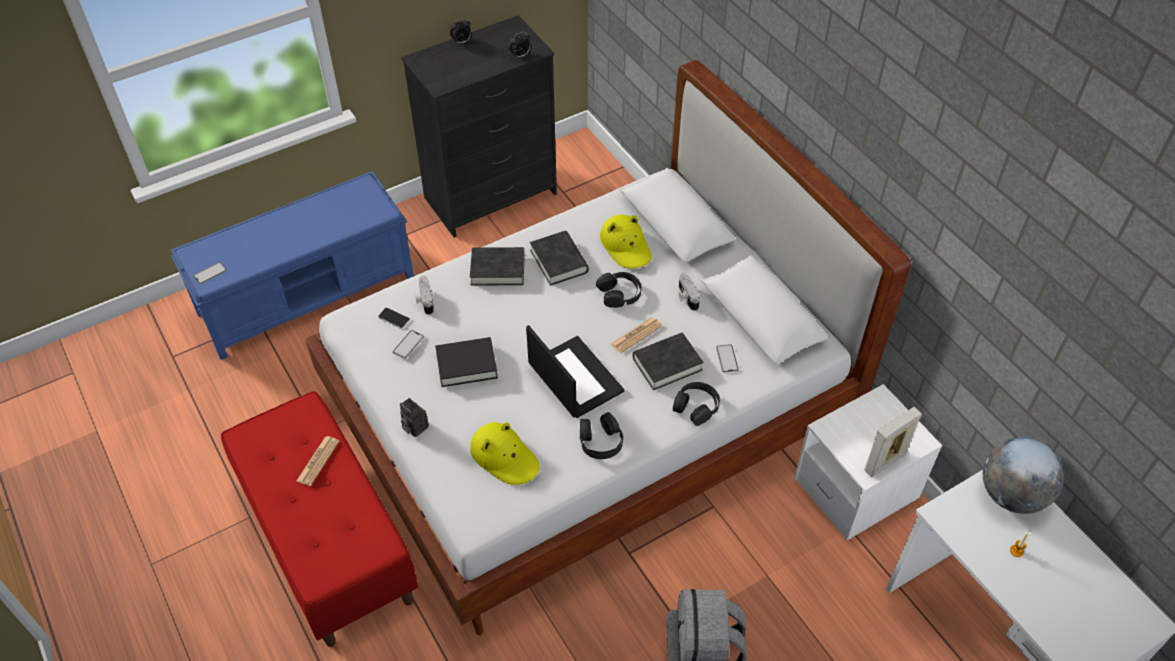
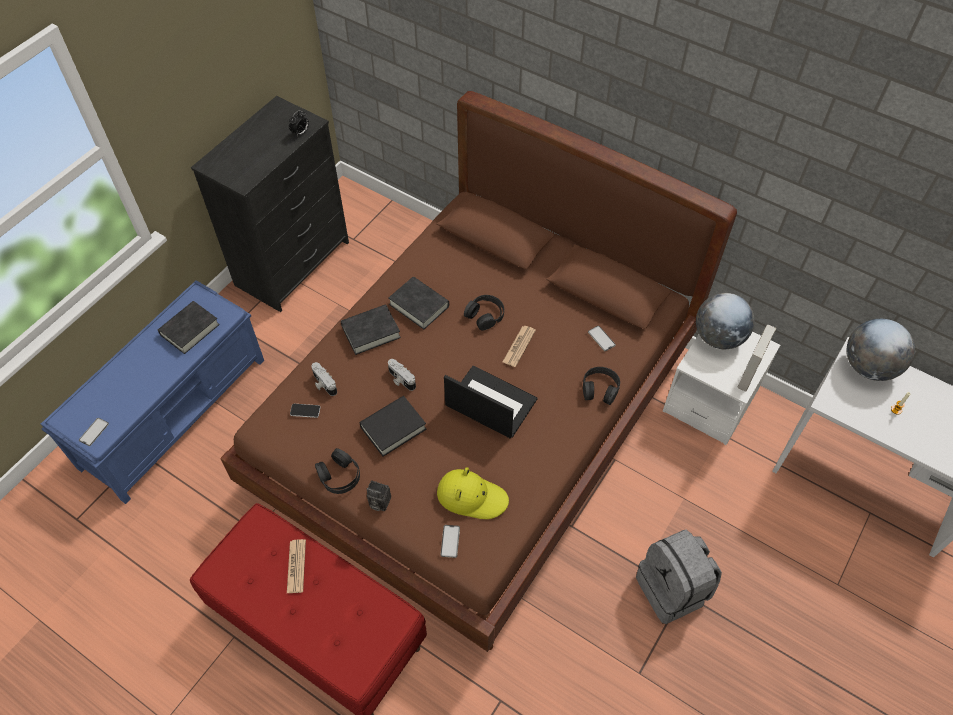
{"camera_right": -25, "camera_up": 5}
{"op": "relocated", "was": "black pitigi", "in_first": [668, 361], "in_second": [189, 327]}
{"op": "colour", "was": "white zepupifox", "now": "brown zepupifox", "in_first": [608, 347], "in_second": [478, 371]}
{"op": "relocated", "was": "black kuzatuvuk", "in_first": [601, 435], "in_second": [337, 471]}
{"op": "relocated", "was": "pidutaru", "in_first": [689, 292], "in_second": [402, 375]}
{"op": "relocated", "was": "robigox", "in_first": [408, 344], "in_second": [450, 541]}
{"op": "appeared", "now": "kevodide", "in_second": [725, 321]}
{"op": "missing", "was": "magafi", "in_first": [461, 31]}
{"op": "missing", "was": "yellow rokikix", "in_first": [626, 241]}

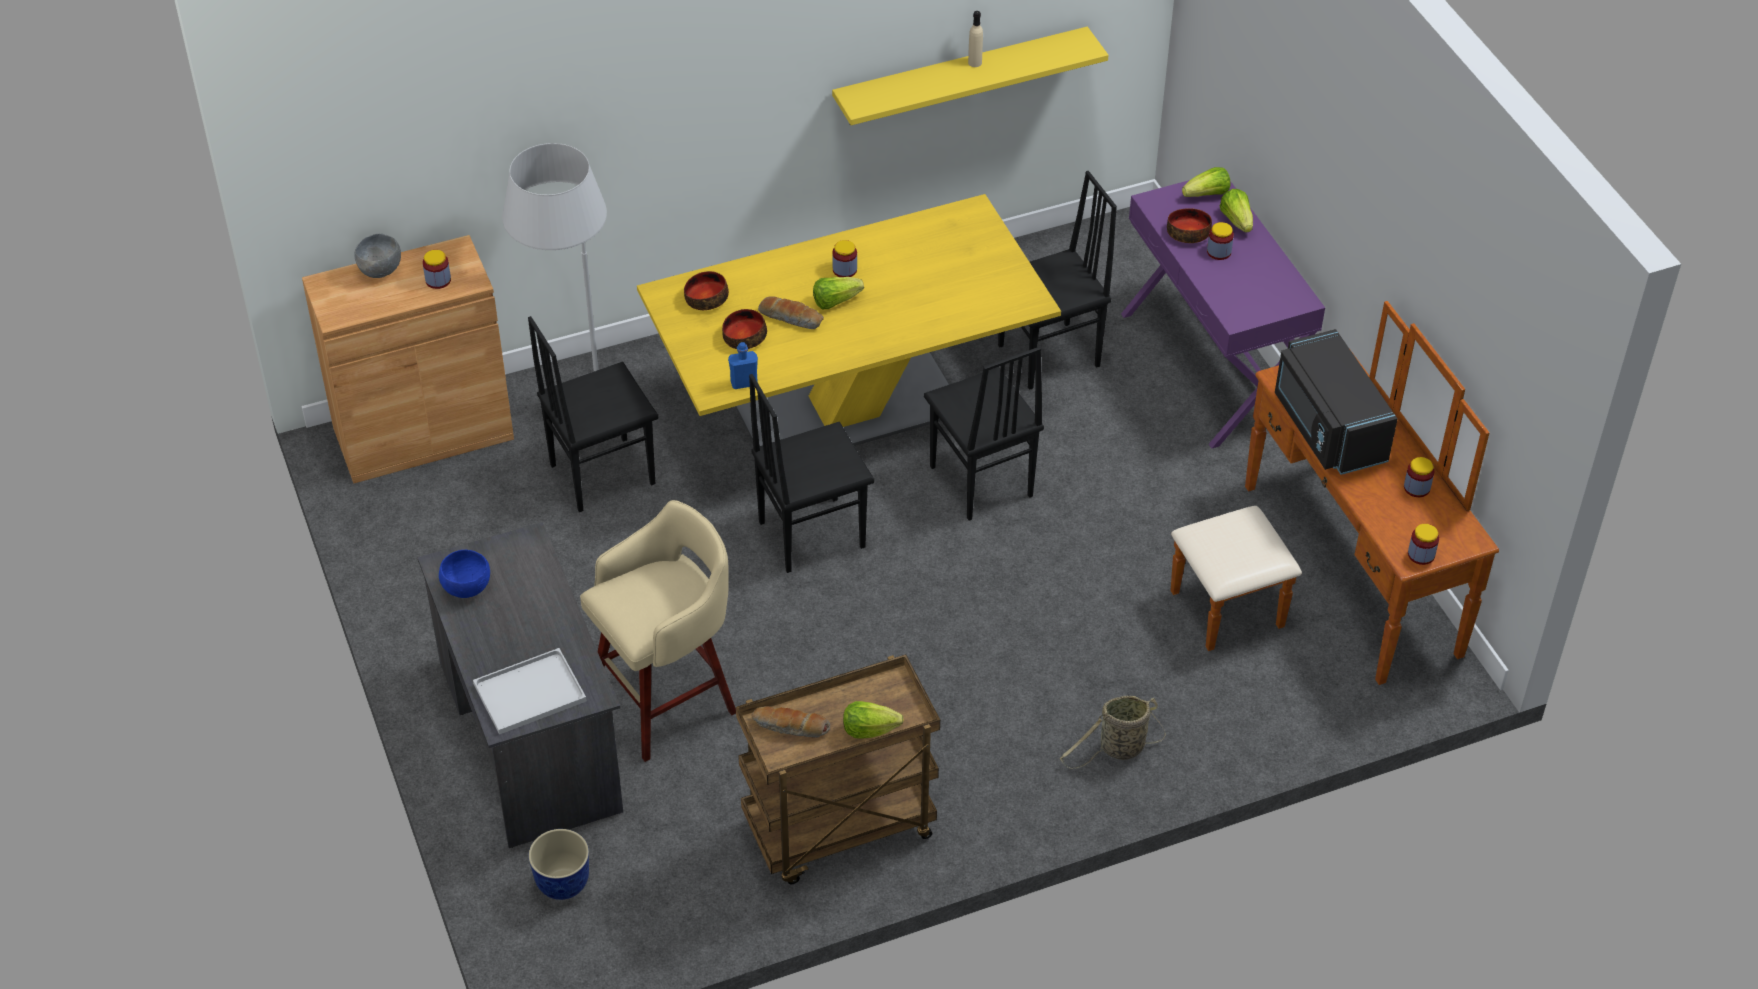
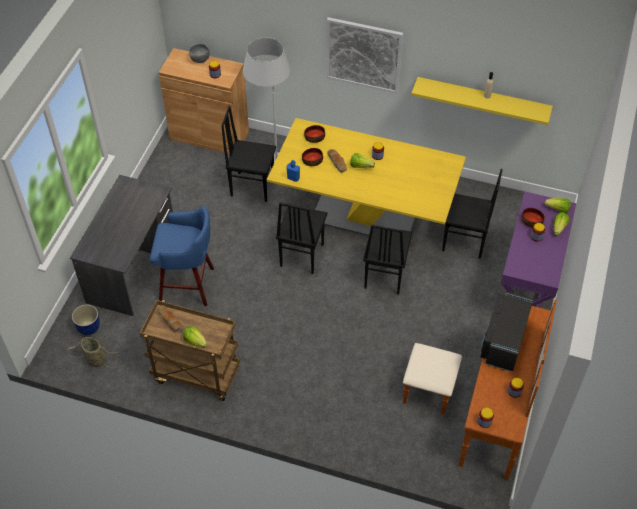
{"camera_right": 40, "camera_up": 5}
{"op": "relocated", "was": "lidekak", "in_first": [1113, 732], "in_second": [92, 352]}
{"op": "colour", "was": "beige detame", "now": "blue detame", "in_first": [658, 631], "in_second": [182, 256]}
{"op": "spun", "was": "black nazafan", "in_first": [811, 473], "in_second": [301, 238], "clockwise": -90}
{"op": "appeared", "now": "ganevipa", "in_second": [364, 55]}
{"op": "missing", "was": "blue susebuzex", "in_first": [464, 574]}
{"op": "missing", "was": "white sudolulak", "in_first": [530, 691]}

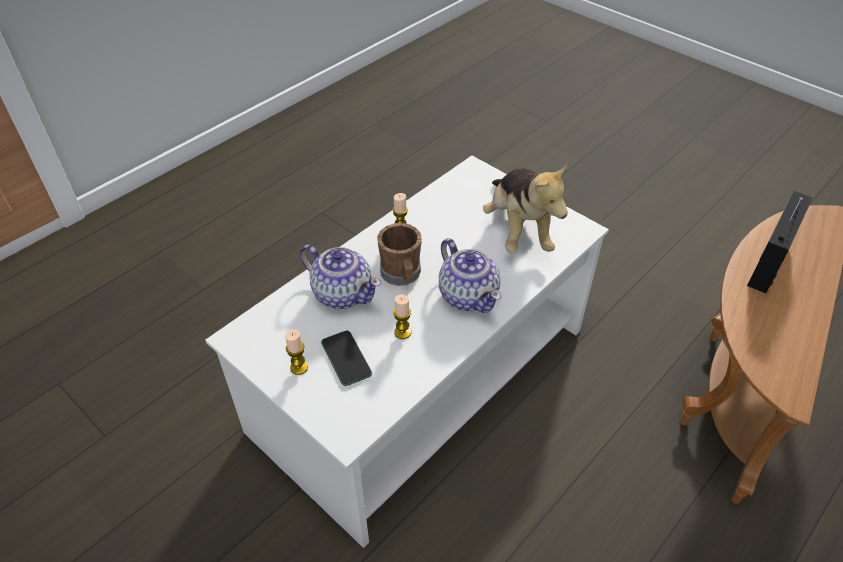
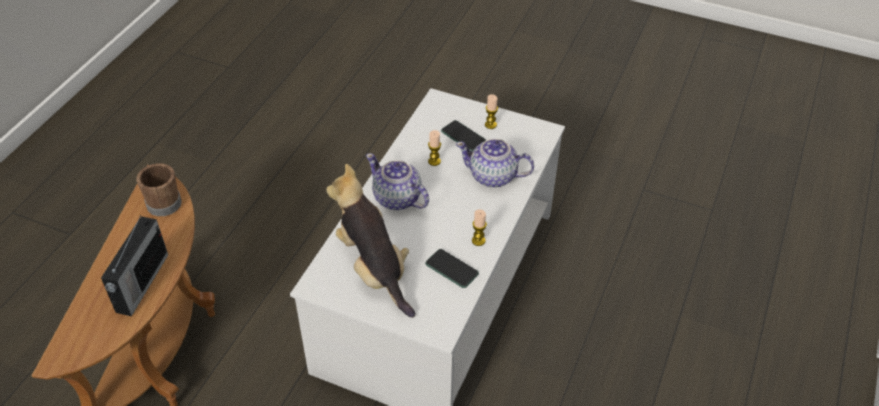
{"camera_right": 160, "camera_up": 0}
{"op": "relocated", "was": "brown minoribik", "in_first": [399, 254], "in_second": [159, 189]}
{"op": "appeared", "now": "robigox", "in_second": [452, 268]}

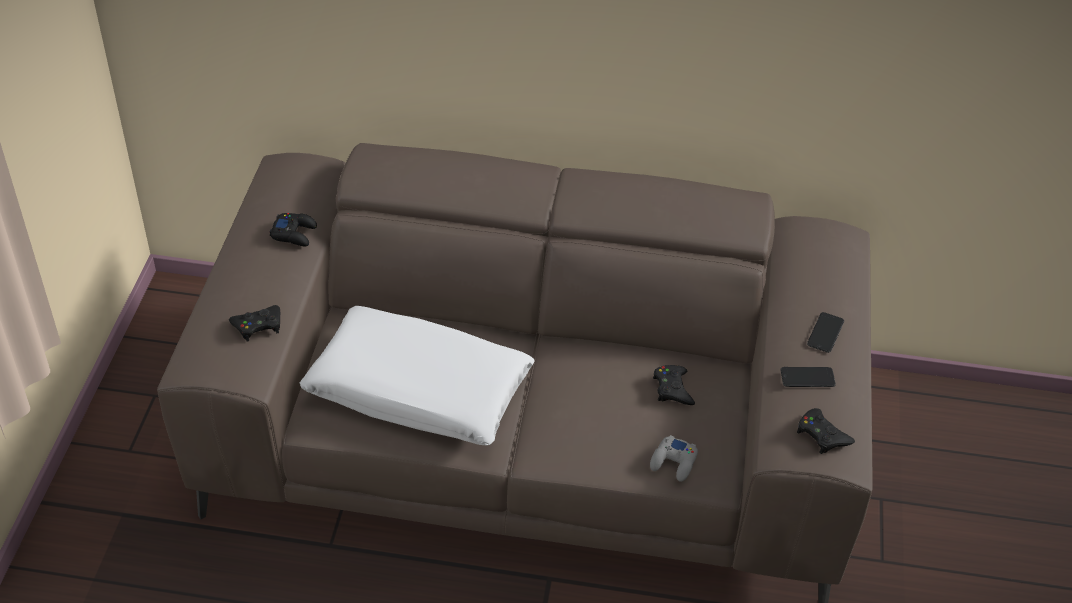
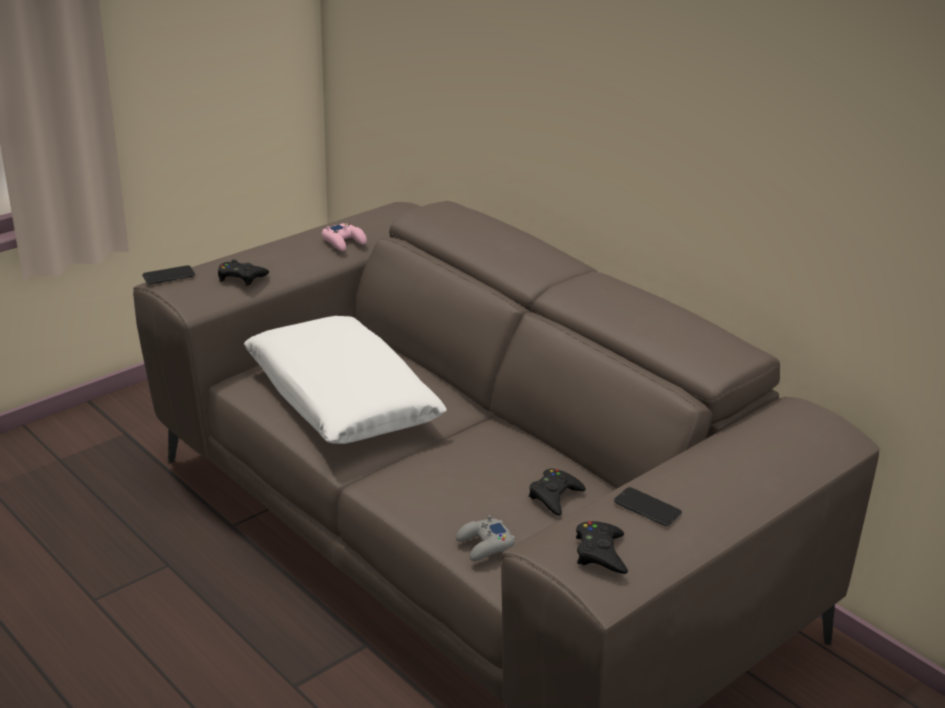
{"camera_right": 40, "camera_up": -15}
{"op": "relocated", "was": "robigox", "in_first": [825, 332], "in_second": [168, 274]}
{"op": "colour", "was": "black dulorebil", "now": "pink dulorebil", "in_first": [293, 229], "in_second": [344, 237]}

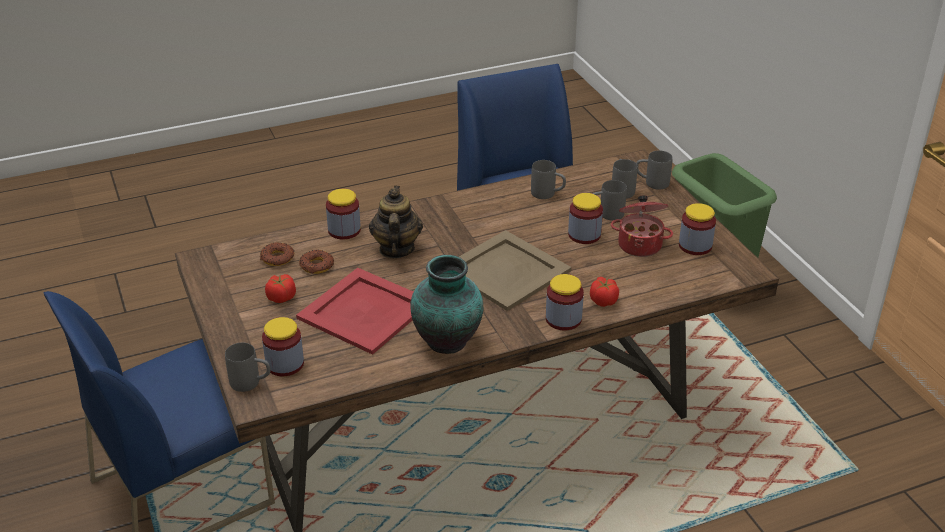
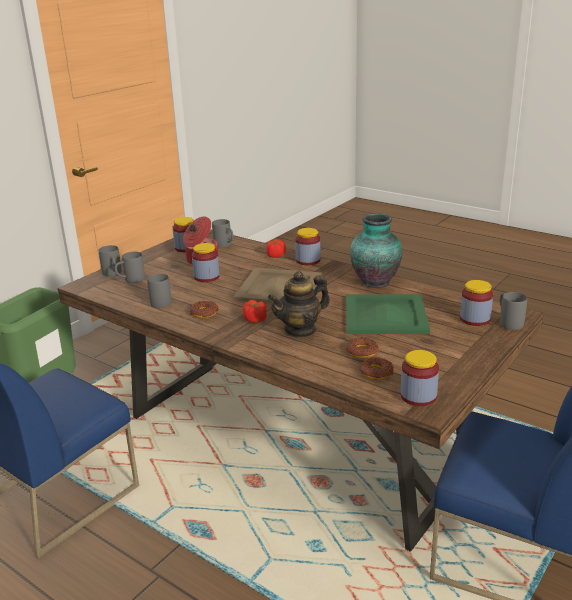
{"camera_right": -120, "camera_up": -10}
{"op": "appeared", "now": "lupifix", "in_second": [204, 309]}
{"op": "relocated", "was": "grey minoribik", "in_first": [609, 200], "in_second": [222, 233]}
{"op": "relocated", "was": "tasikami", "in_first": [280, 288], "in_second": [255, 311]}
{"op": "colour", "was": "red sudolulak", "now": "green sudolulak", "in_first": [354, 311], "in_second": [388, 314]}
{"op": "relocated", "was": "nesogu", "in_first": [343, 214], "in_second": [420, 378]}

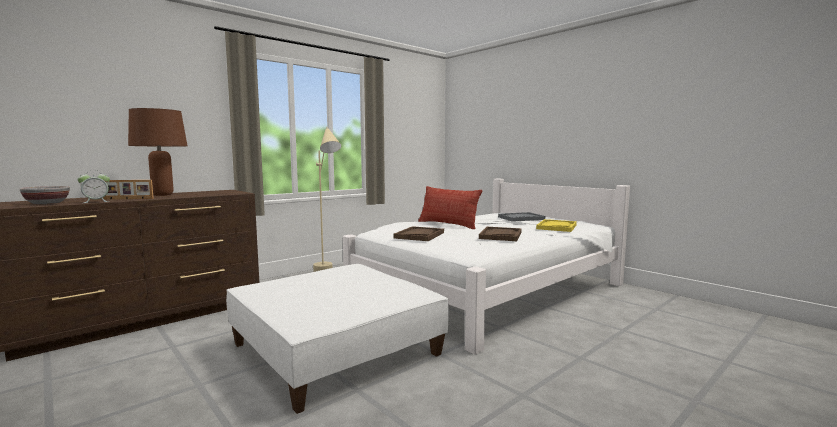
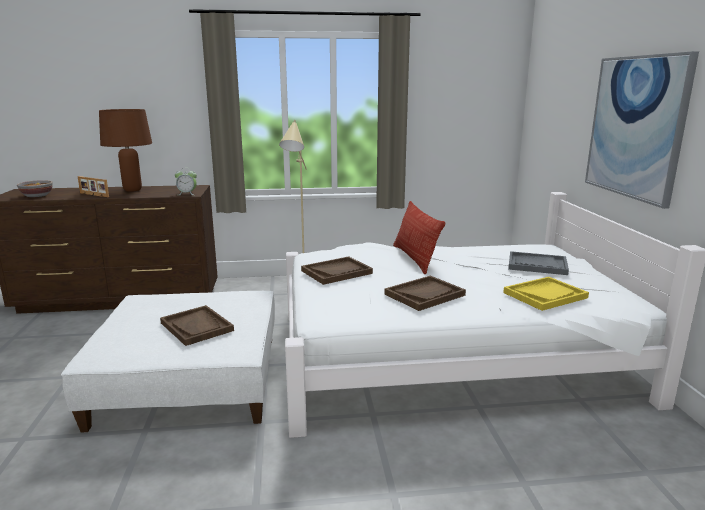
{"camera_right": 35, "camera_up": 10}
{"op": "appeared", "now": "brown sudolulak", "in_second": [197, 325]}
{"op": "relocated", "was": "magafi", "in_first": [93, 186], "in_second": [186, 181]}
{"op": "appeared", "now": "ganevipa", "in_second": [642, 130]}

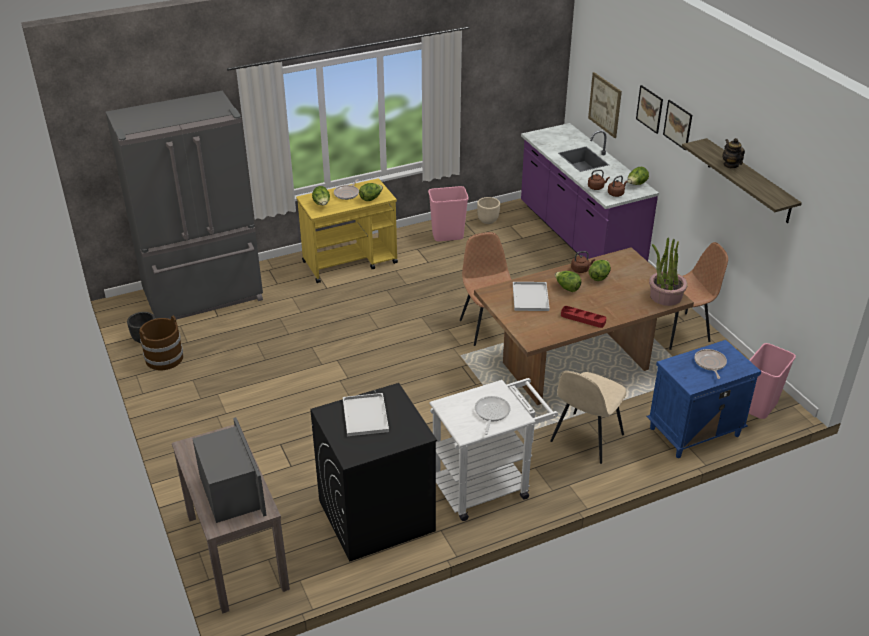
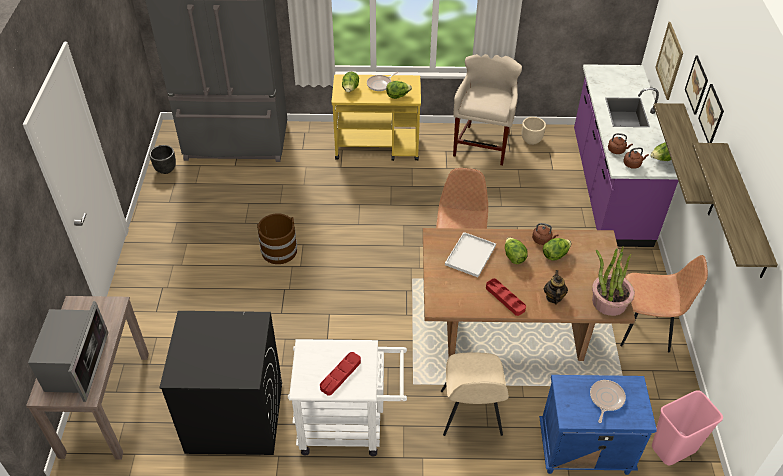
{"camera_right": 25, "camera_up": 10}
{"op": "relocated", "was": "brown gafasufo", "in_first": [161, 343], "in_second": [277, 239]}
{"op": "exchanged", "was": "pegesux", "now": "red sudolulak", "in_first": [493, 415], "in_second": [340, 374]}
{"op": "spun", "was": "beige nazafan", "in_first": [588, 417], "in_second": [475, 394], "clockwise": -60}
{"op": "exchanged", "was": "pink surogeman", "now": "beige detame", "in_first": [448, 213], "in_second": [487, 110]}
{"op": "relocated", "was": "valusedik", "in_first": [733, 153], "in_second": [556, 287]}
{"op": "appeared", "now": "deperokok", "in_second": [683, 159]}
{"op": "missing", "was": "white sudolulak", "in_first": [366, 414]}

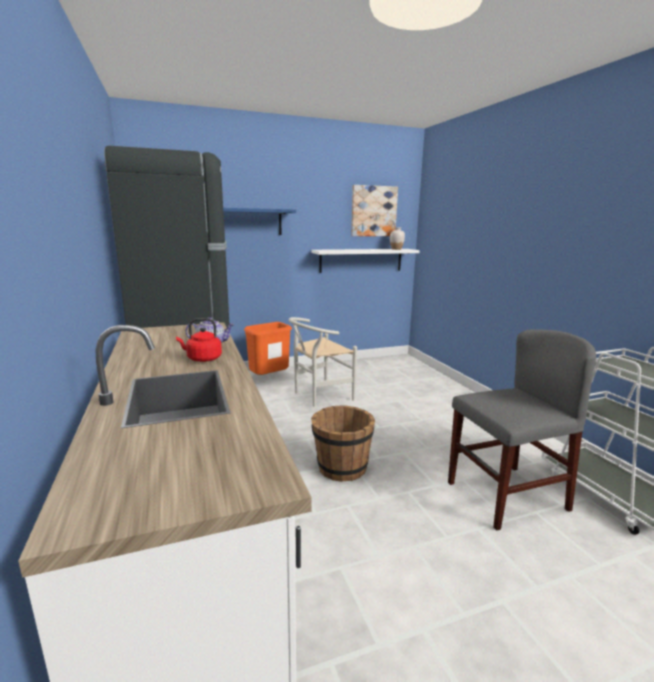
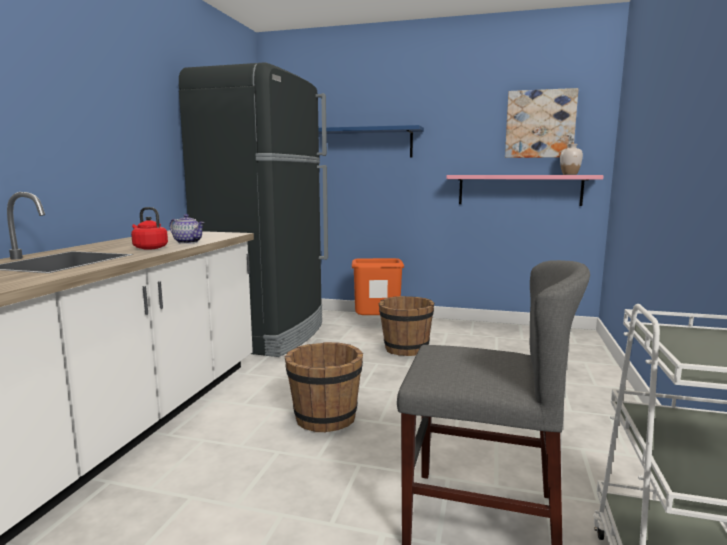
{"camera_right": 35, "camera_up": -5}
{"op": "exchanged", "was": "white nazafan", "now": "brown gafasufo", "in_first": [323, 362], "in_second": [406, 326]}
{"op": "colour", "was": "white deperokok", "now": "pink deperokok", "in_first": [365, 261], "in_second": [525, 190]}

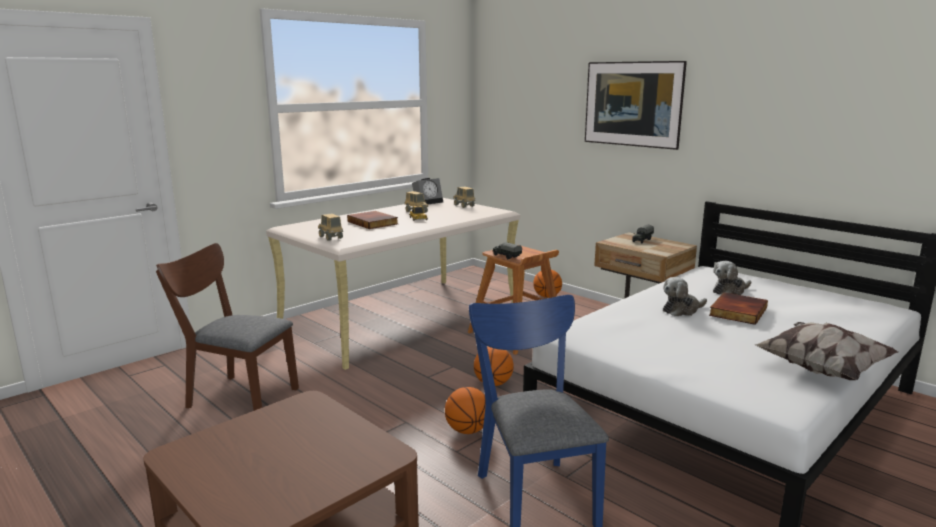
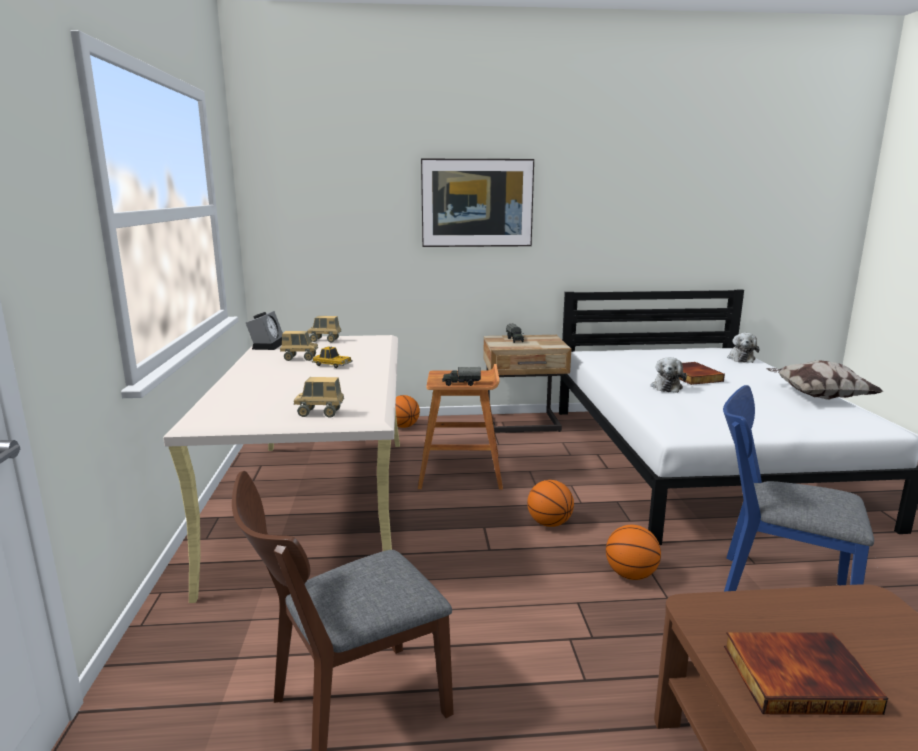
{"camera_right": -50, "camera_up": 0}
{"op": "relocated", "was": "pitigi", "in_first": [372, 220], "in_second": [806, 673]}
{"op": "relocated", "was": "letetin", "in_first": [732, 278], "in_second": [743, 347]}

